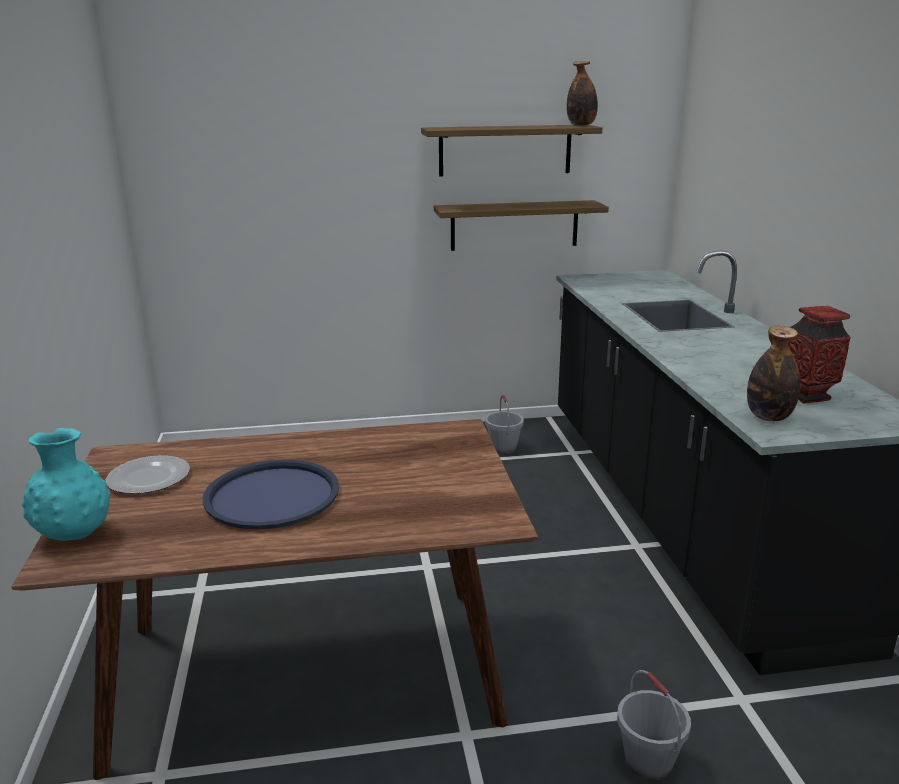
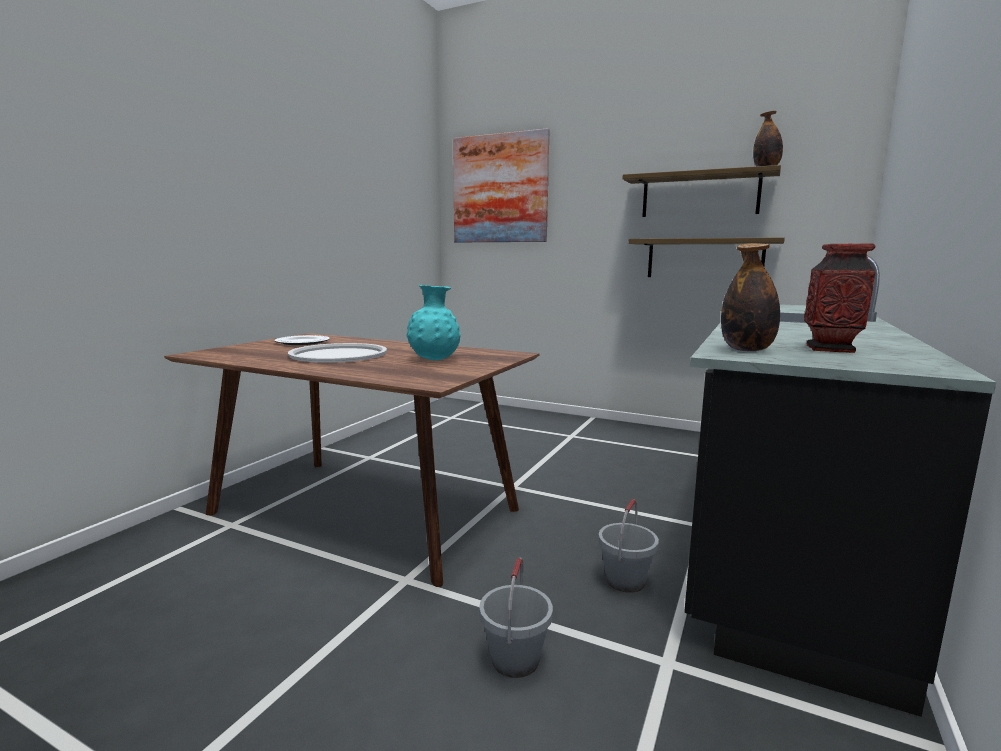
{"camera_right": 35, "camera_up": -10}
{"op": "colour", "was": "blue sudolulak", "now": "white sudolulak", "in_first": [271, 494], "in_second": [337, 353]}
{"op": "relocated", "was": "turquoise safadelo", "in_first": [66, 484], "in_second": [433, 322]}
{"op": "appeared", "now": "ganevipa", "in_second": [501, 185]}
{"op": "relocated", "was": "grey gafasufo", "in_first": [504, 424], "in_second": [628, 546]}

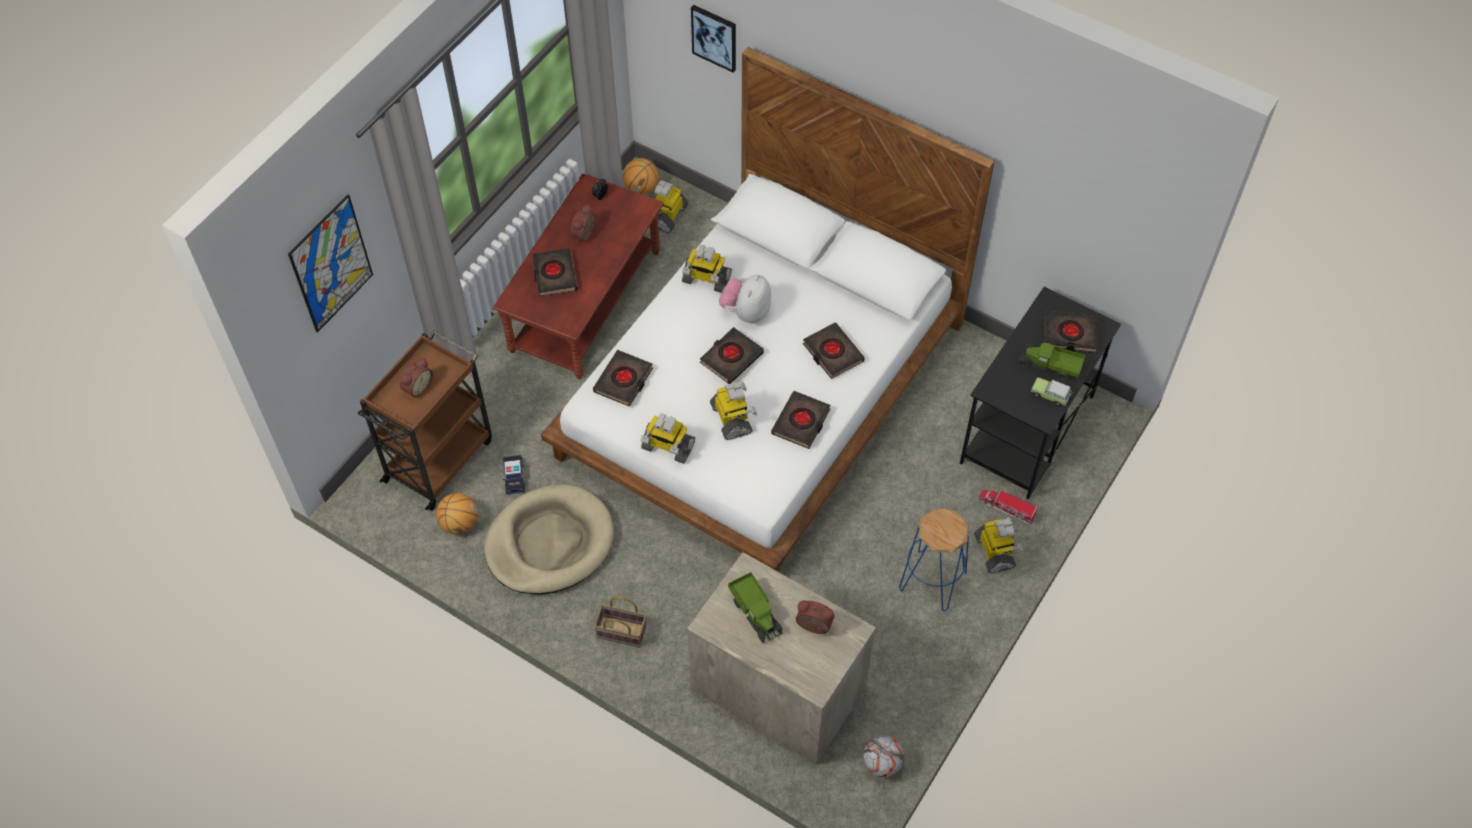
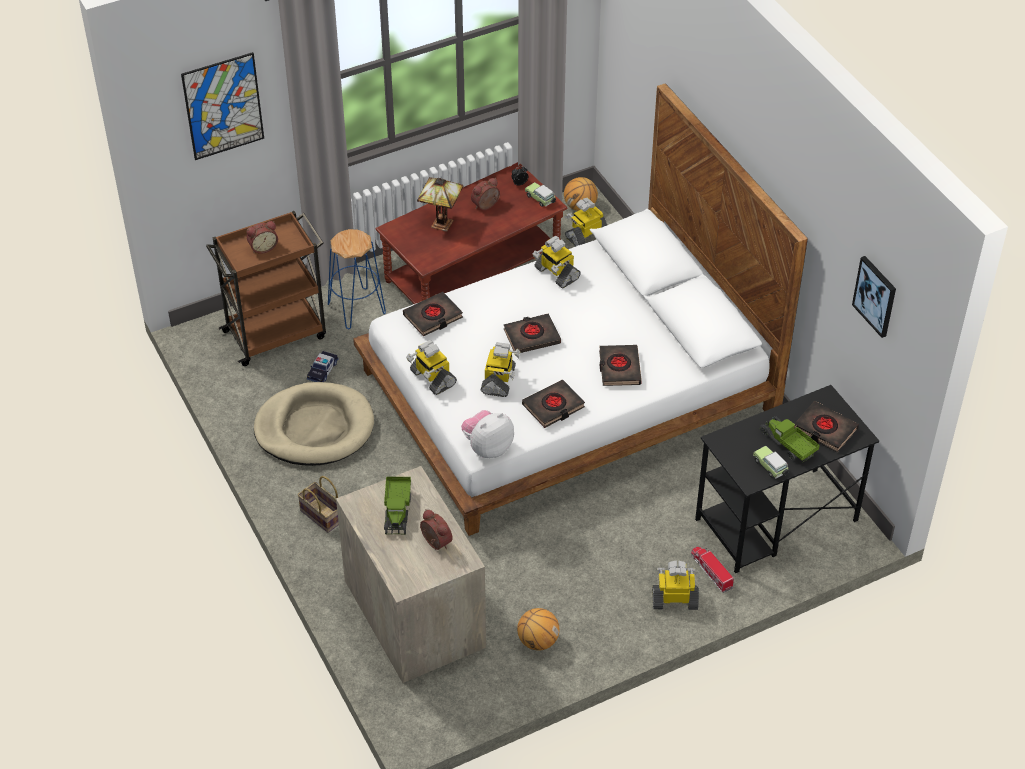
{"camera_right": 30, "camera_up": -10}
{"op": "relocated", "was": "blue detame", "in_first": [934, 560], "in_second": [357, 279]}
{"op": "exchanged", "was": "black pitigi", "now": "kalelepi", "in_first": [555, 272], "in_second": [440, 204]}
{"op": "relocated", "was": "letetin", "in_first": [745, 299], "in_second": [487, 434]}
{"op": "relocated", "was": "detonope", "in_first": [457, 513], "in_second": [538, 629]}
{"op": "appeared", "now": "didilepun", "in_second": [540, 194]}
{"op": "spun", "was": "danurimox", "in_first": [999, 545], "in_second": [675, 585], "clockwise": -105}
{"op": "relocated", "was": "ganevipa", "in_first": [713, 38], "in_second": [874, 297]}
{"op": "missing", "was": "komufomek", "in_first": [884, 756]}

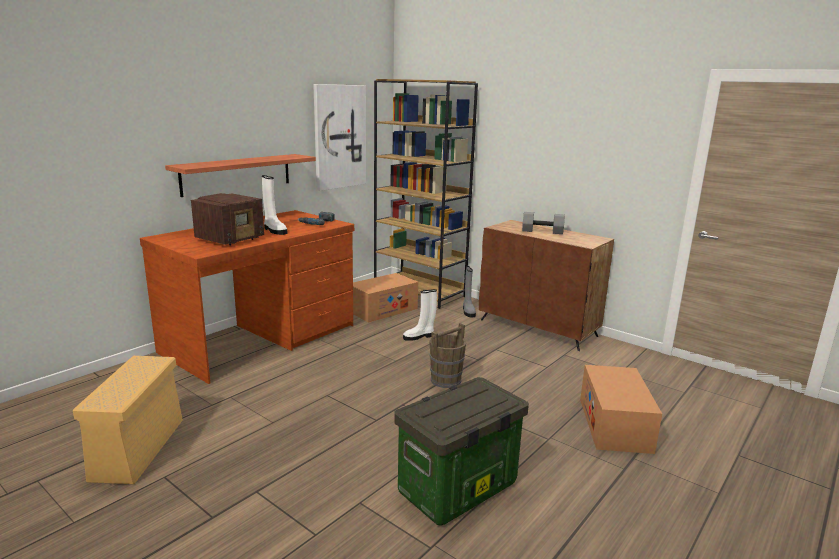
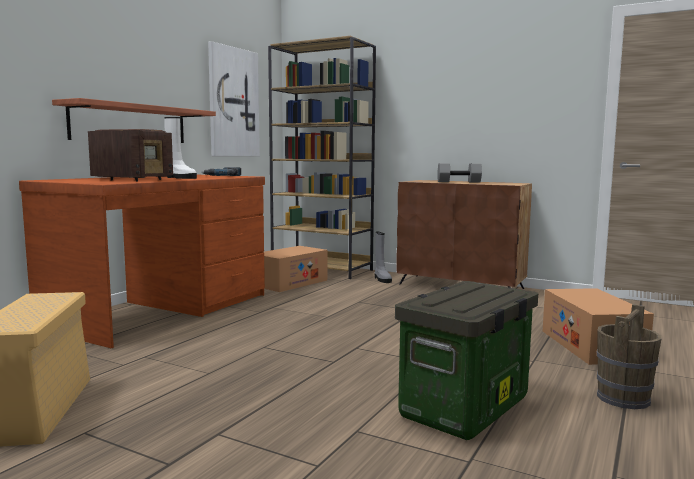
{"camera_right": -10, "camera_up": -10}
{"op": "relocated", "was": "brown gafasufo", "in_first": [448, 355], "in_second": [629, 356]}
{"op": "missing", "was": "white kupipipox", "in_first": [420, 315]}

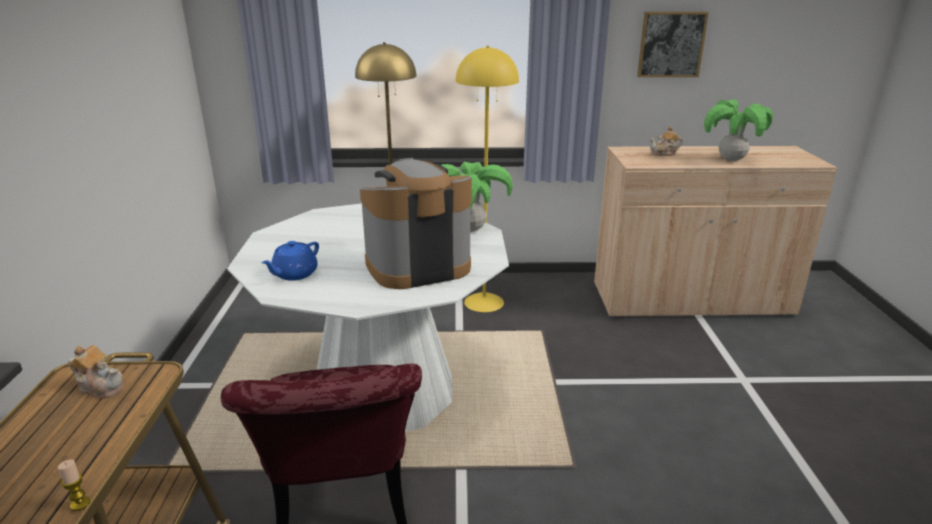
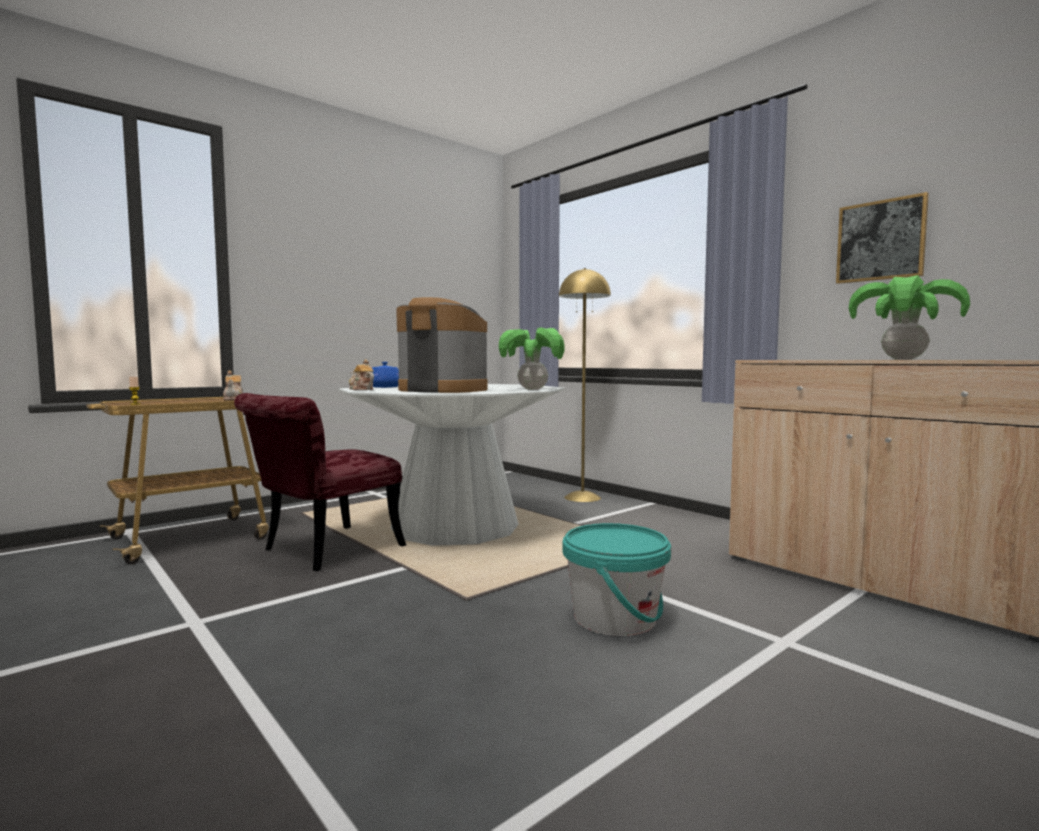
{"camera_right": 50, "camera_up": -20}
{"op": "relocated", "was": "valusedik", "in_first": [666, 141], "in_second": [361, 374]}
{"op": "appeared", "now": "turquoise gafasufo", "in_second": [616, 579]}
{"op": "missing", "was": "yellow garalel", "in_first": [487, 179]}

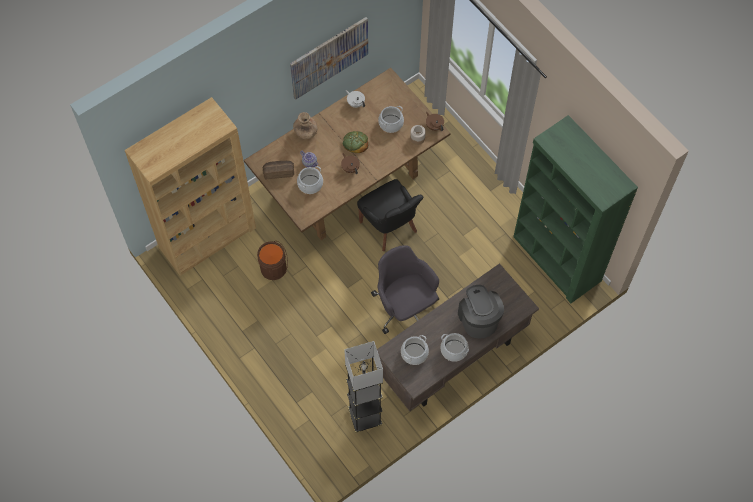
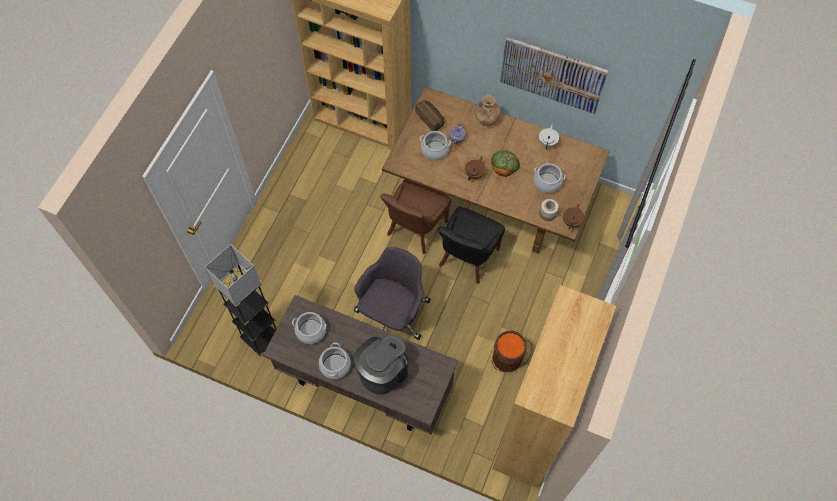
{"camera_right": 60, "camera_up": 0}
{"op": "appeared", "now": "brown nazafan", "in_second": [415, 216]}
{"op": "colour", "was": "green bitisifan", "now": "brown bitisifan", "in_first": [575, 209], "in_second": [554, 386]}
{"op": "relocated", "was": "brown gafasufo", "in_first": [272, 260], "in_second": [512, 351]}

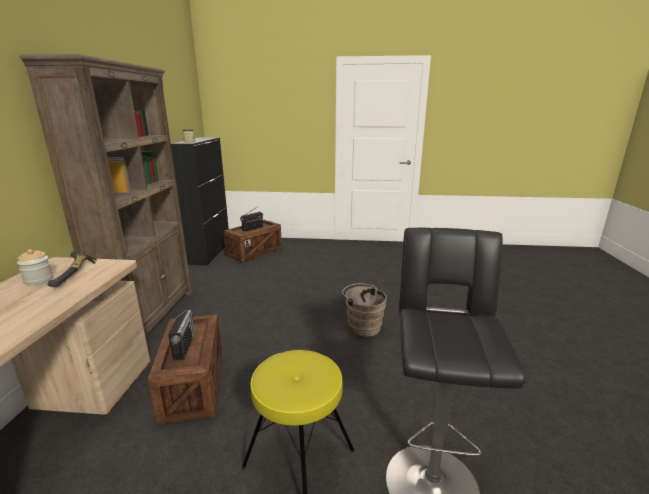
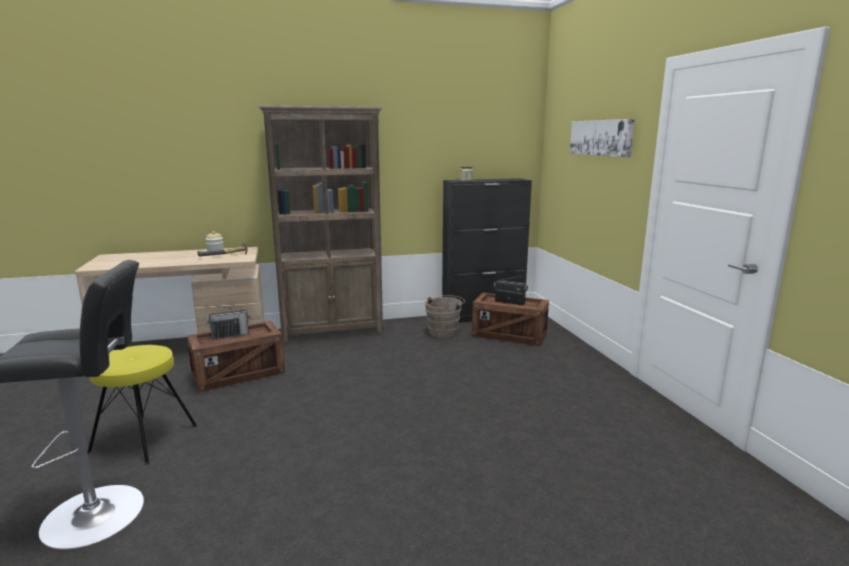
{"camera_right": 70, "camera_up": -5}
{"op": "relocated", "was": "brown gafasufo", "in_first": [364, 310], "in_second": [445, 316]}
{"op": "appeared", "now": "ganevipa", "in_second": [602, 138]}

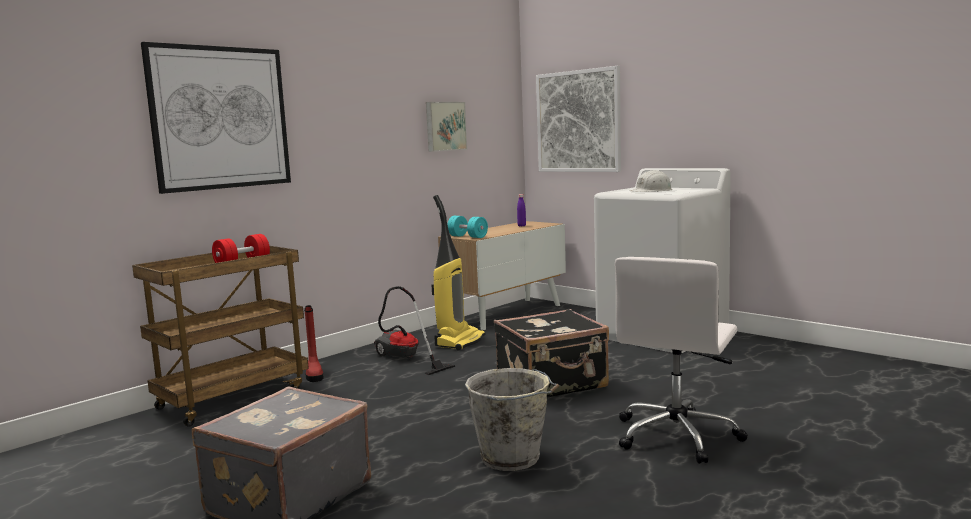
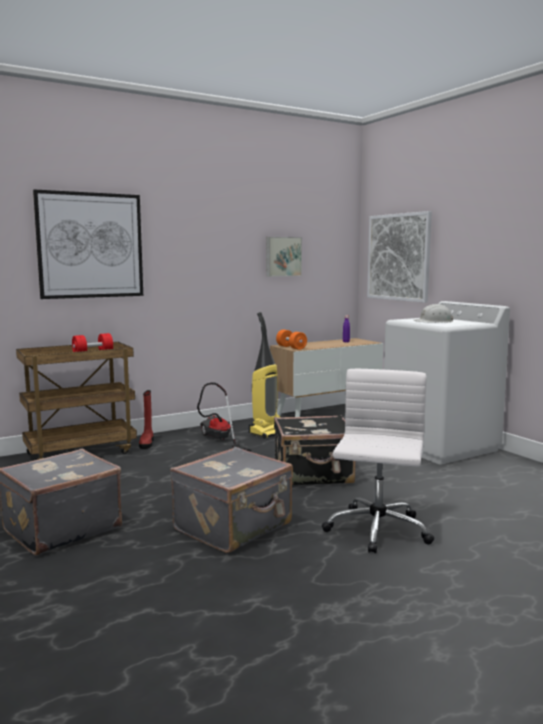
{"camera_right": 15, "camera_up": 0}
{"op": "exchanged", "was": "grey gafasufo", "now": "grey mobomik", "in_first": [512, 419], "in_second": [231, 500]}
{"op": "colour", "was": "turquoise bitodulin", "now": "orange bitodulin", "in_first": [467, 227], "in_second": [291, 340]}
{"op": "spun", "was": "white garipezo", "in_first": [681, 360], "in_second": [378, 461], "clockwise": 150}

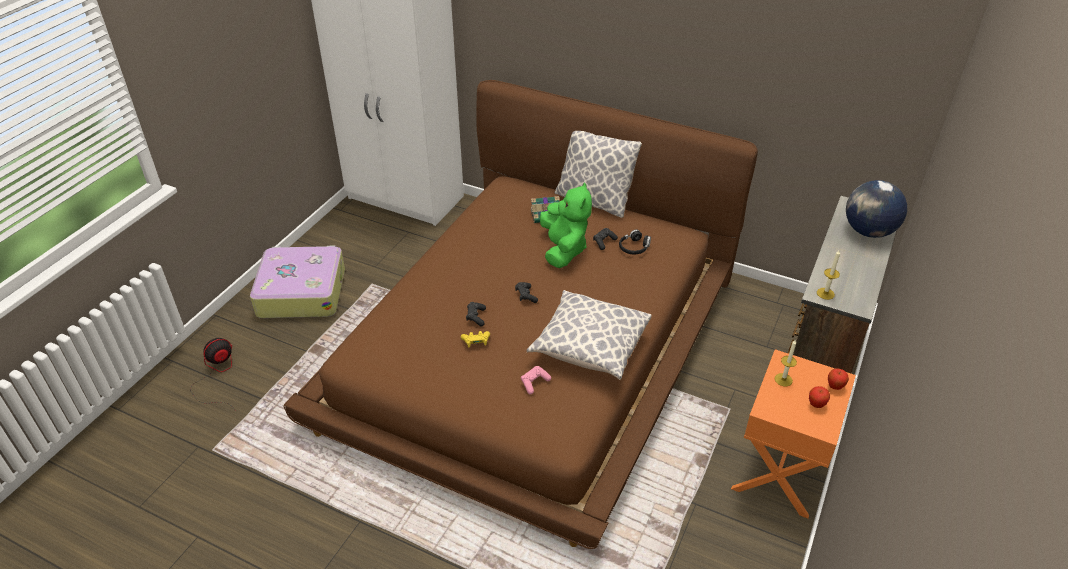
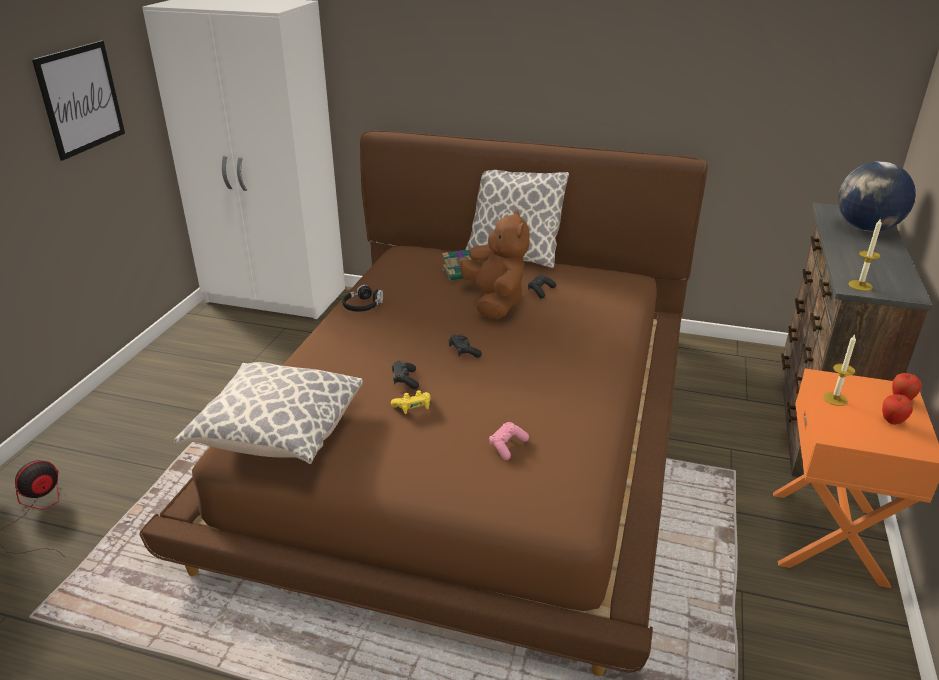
{"camera_right": -10, "camera_up": -10}
{"op": "appeared", "now": "ganevipa", "in_second": [78, 101]}
{"op": "relocated", "was": "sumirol", "in_first": [589, 335], "in_second": [268, 413]}
{"op": "relocated", "was": "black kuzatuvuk", "in_first": [635, 241], "in_second": [362, 298]}
{"op": "colour", "was": "green letetin", "now": "brown letetin", "in_first": [566, 225], "in_second": [495, 264]}
{"op": "missing", "was": "mobomik", "in_first": [297, 282]}

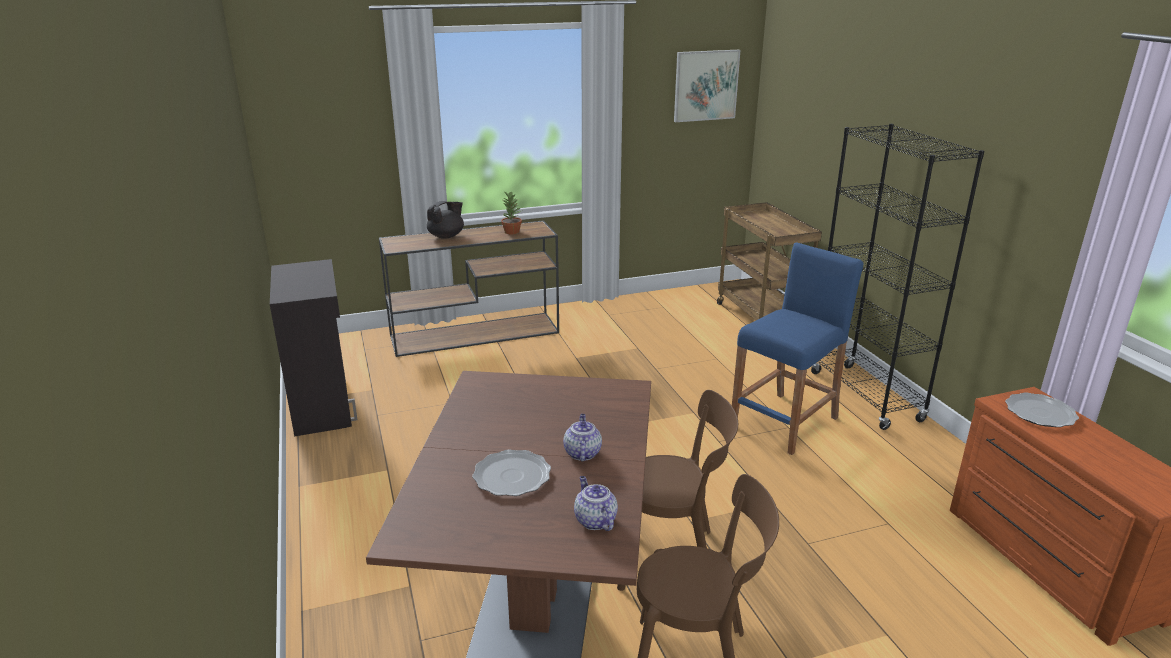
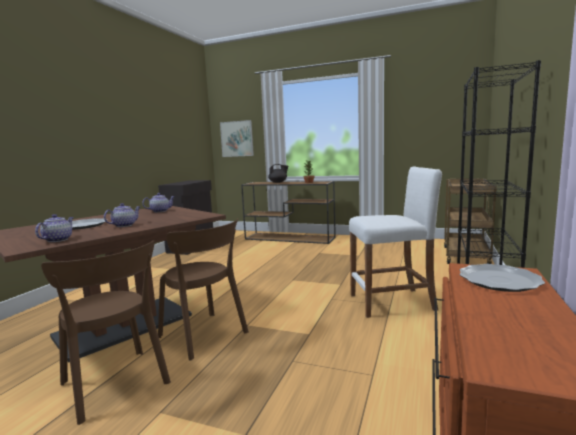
{"camera_right": 40, "camera_up": -15}
{"op": "appeared", "now": "valusedik", "in_second": [158, 202]}
{"op": "relocated", "was": "ganevipa", "in_first": [707, 86], "in_second": [237, 138]}
{"op": "colour", "was": "blue detame", "now": "white detame", "in_first": [797, 349], "in_second": [395, 242]}

